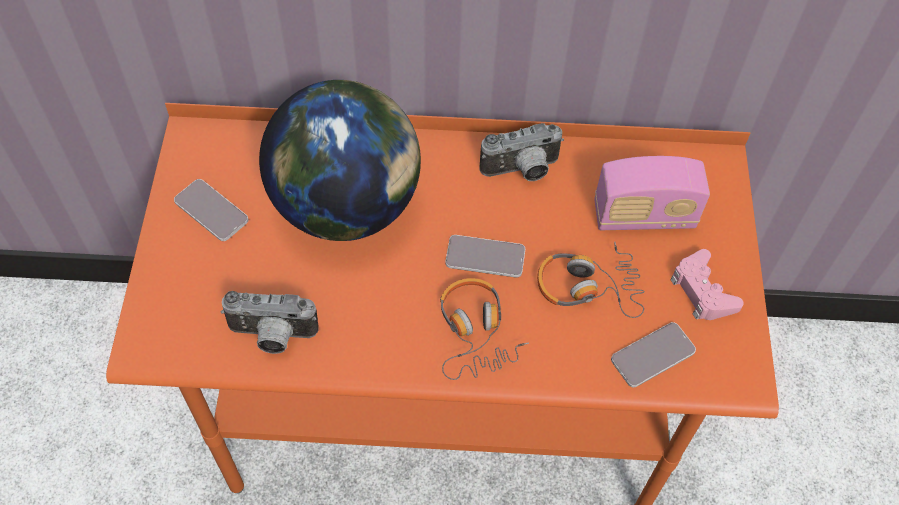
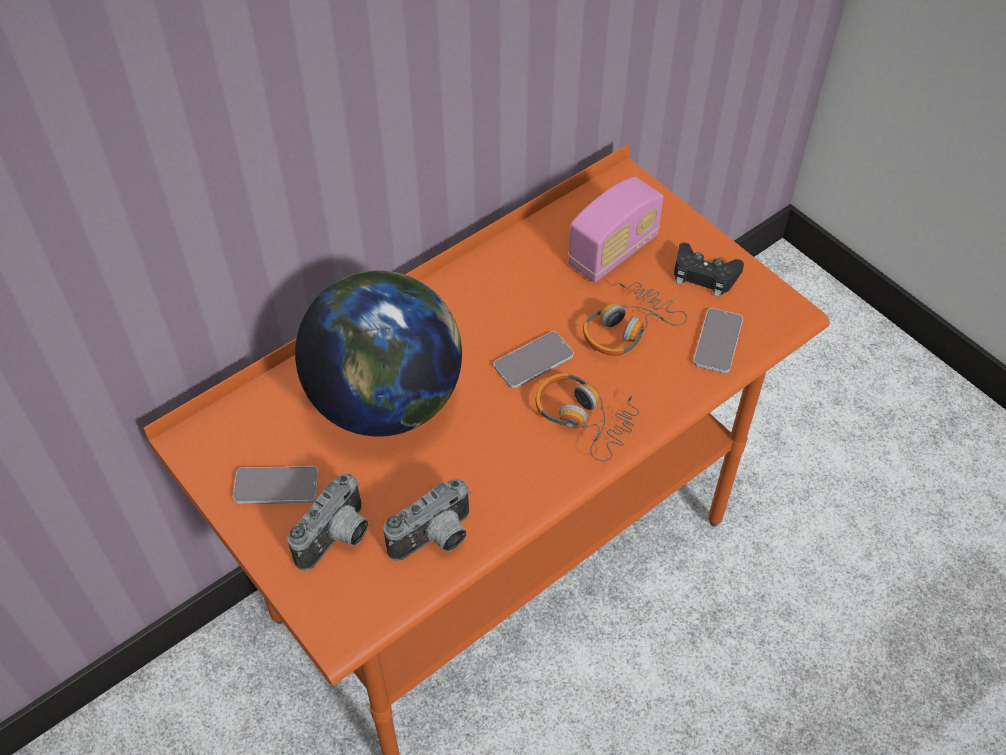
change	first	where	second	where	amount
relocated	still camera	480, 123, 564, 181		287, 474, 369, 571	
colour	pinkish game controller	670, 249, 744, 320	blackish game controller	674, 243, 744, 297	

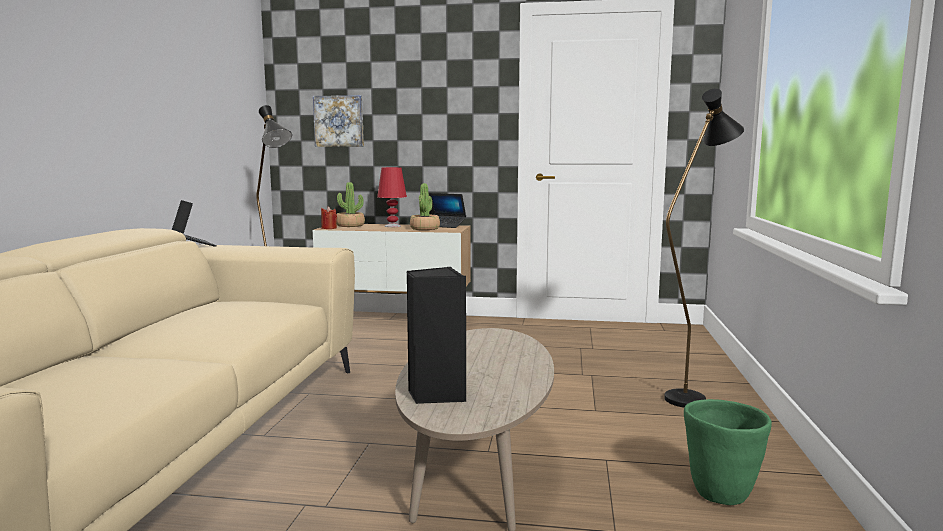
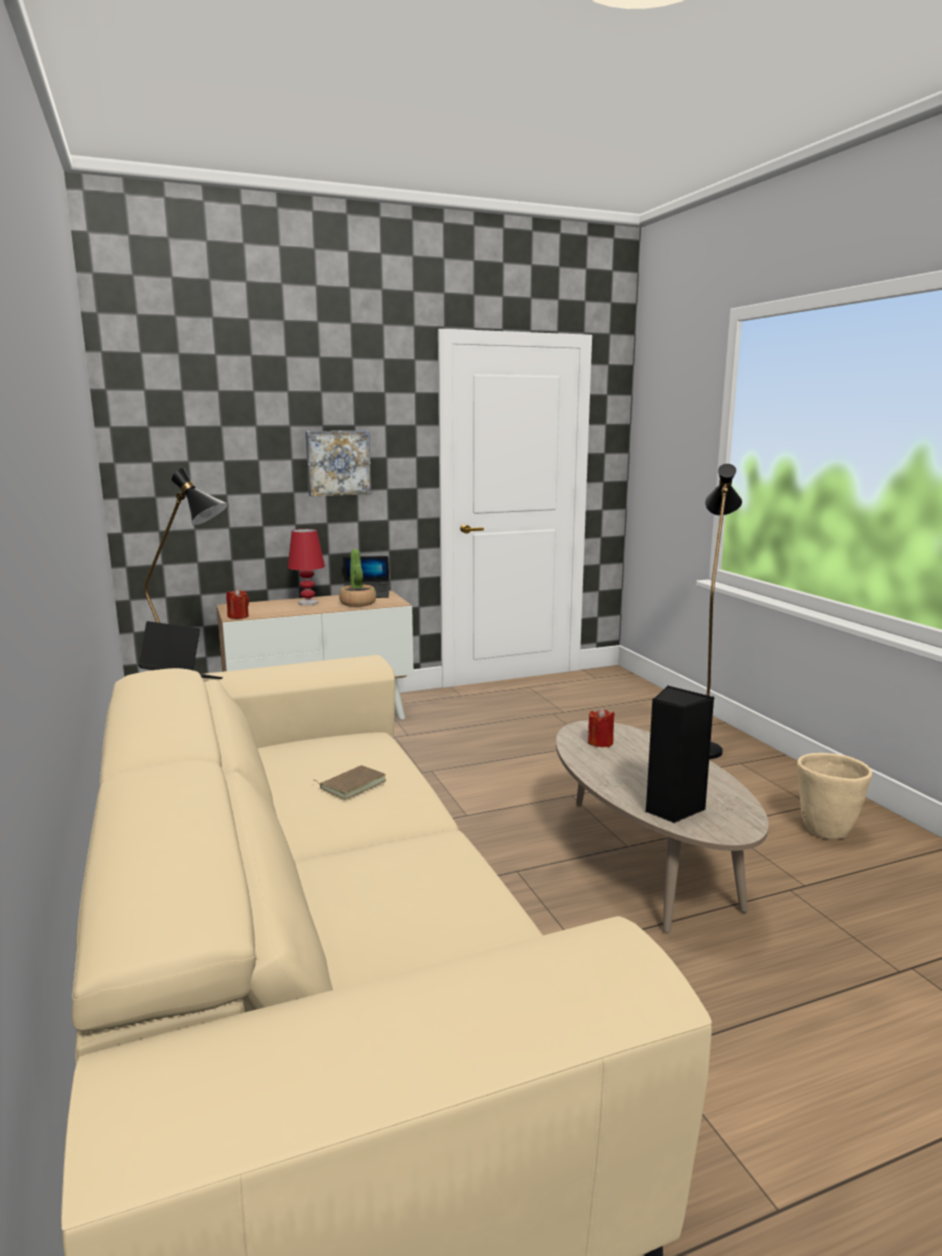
change	first	where	second	where	amount
missing	plant in a pot	336, 182, 365, 227			
appeared			brown-coloured bound book	315, 765, 386, 800	
appeared			reddish wax candle	588, 707, 615, 747	
relocated	wall picture	313, 95, 364, 147		305, 431, 371, 497	
colour	green flower pot	684, 399, 772, 505	sand-coloured flower pot	797, 753, 872, 839	

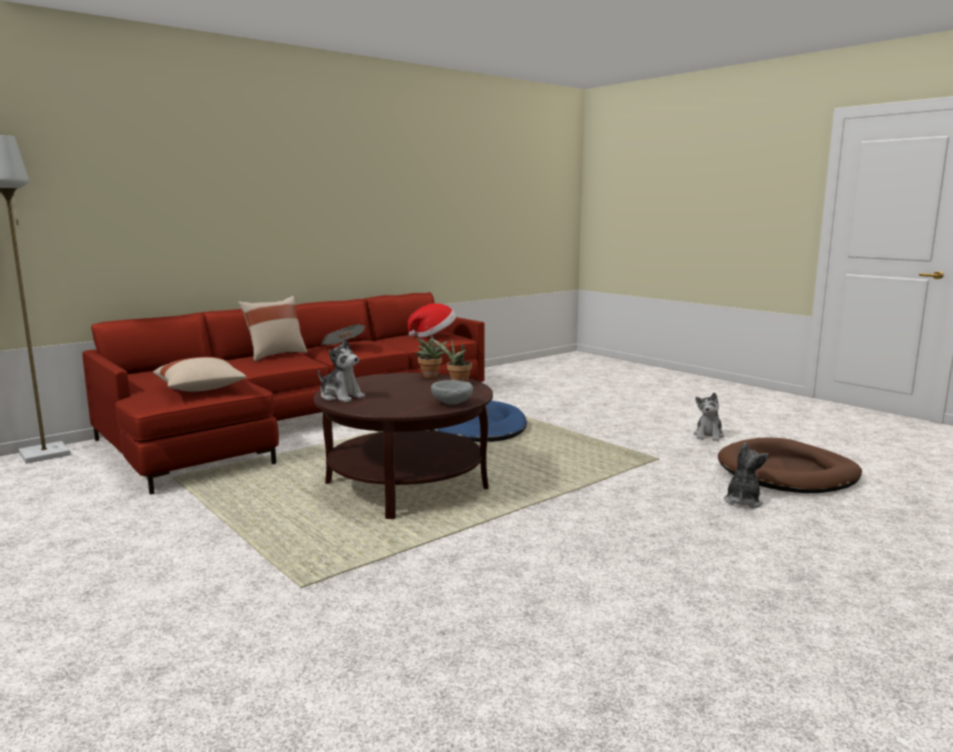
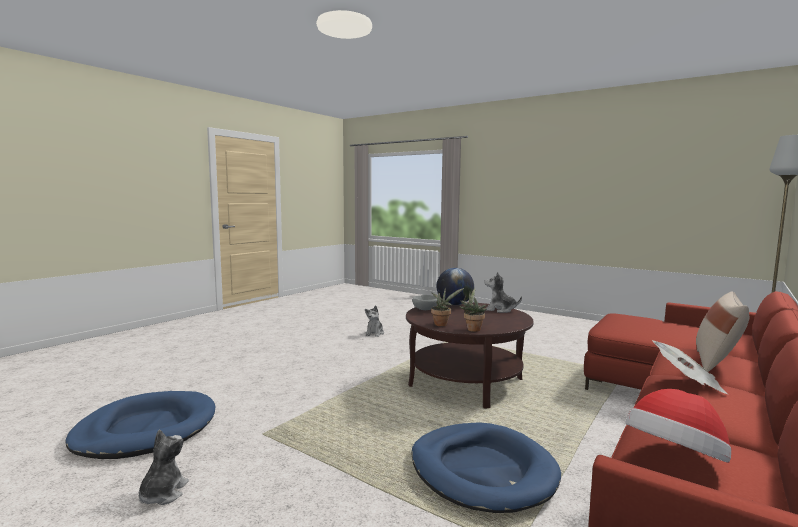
change	first	where	second	where	amount
missing	sand-coloured cushion	153, 357, 247, 392			
appeared			world globe	436, 268, 474, 305	
relocated	plush toy	723, 443, 769, 508		365, 305, 384, 337	
colour	brown-coloured pet bed	718, 437, 862, 493	blue pet bed	65, 391, 216, 459	

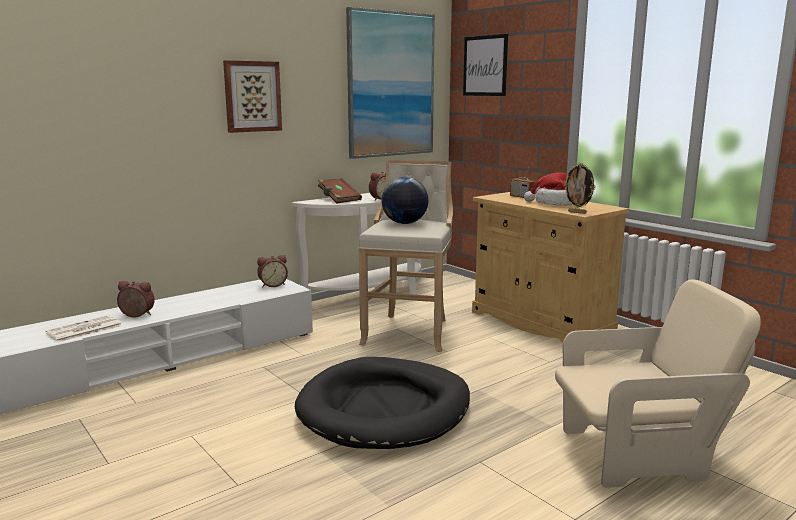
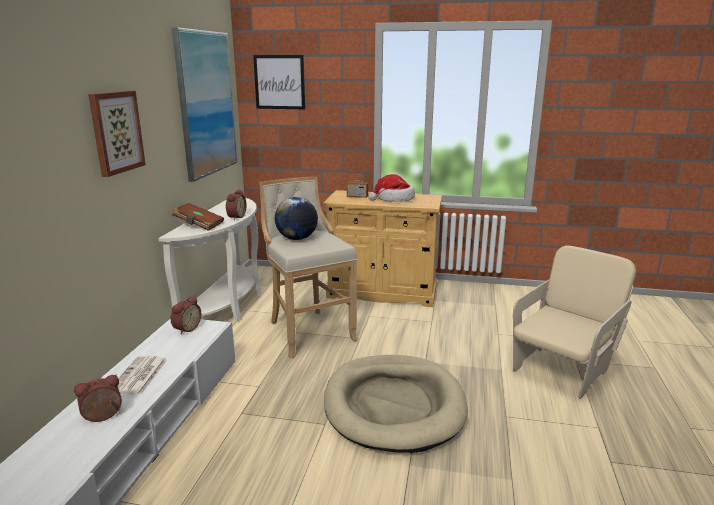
change	first	where	second	where	amount
missing	picture frame	563, 163, 596, 214			
relocated	daily paper	46, 315, 122, 343		118, 356, 167, 395	
colour	blackish pet bed	295, 357, 470, 449	sand-coloured pet bed	324, 355, 468, 453	

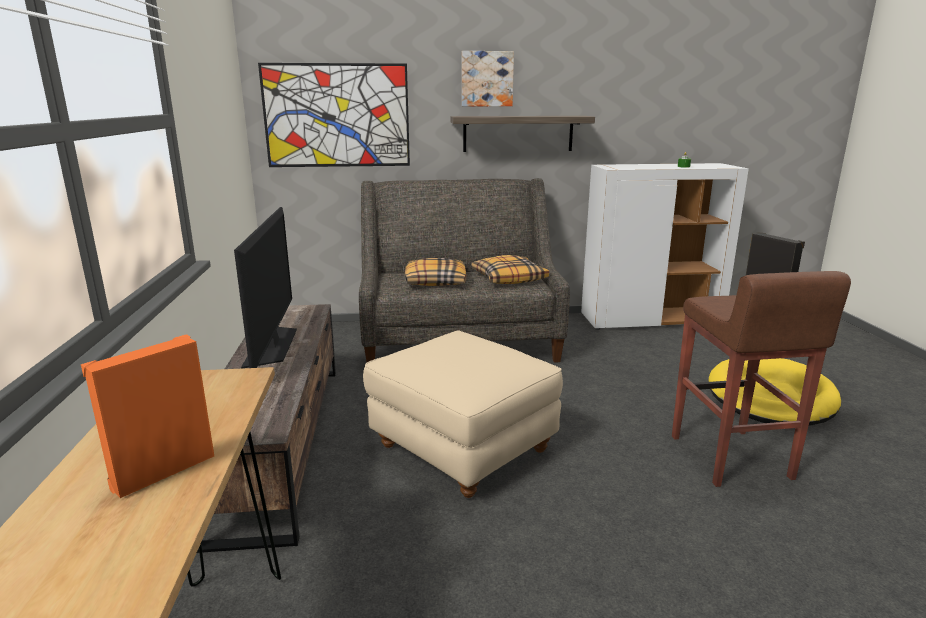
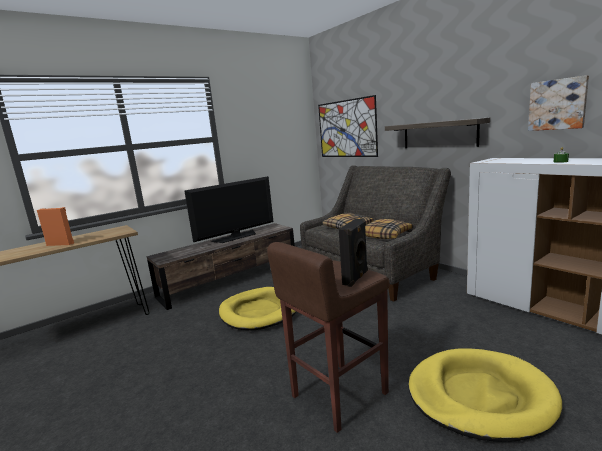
change	first	where	second	where	amount
relocated	wall picture	461, 51, 514, 106		528, 75, 589, 131	
exchanged	sand-coloured ottoman	363, 330, 563, 498	yellow pet bed	219, 287, 296, 330	

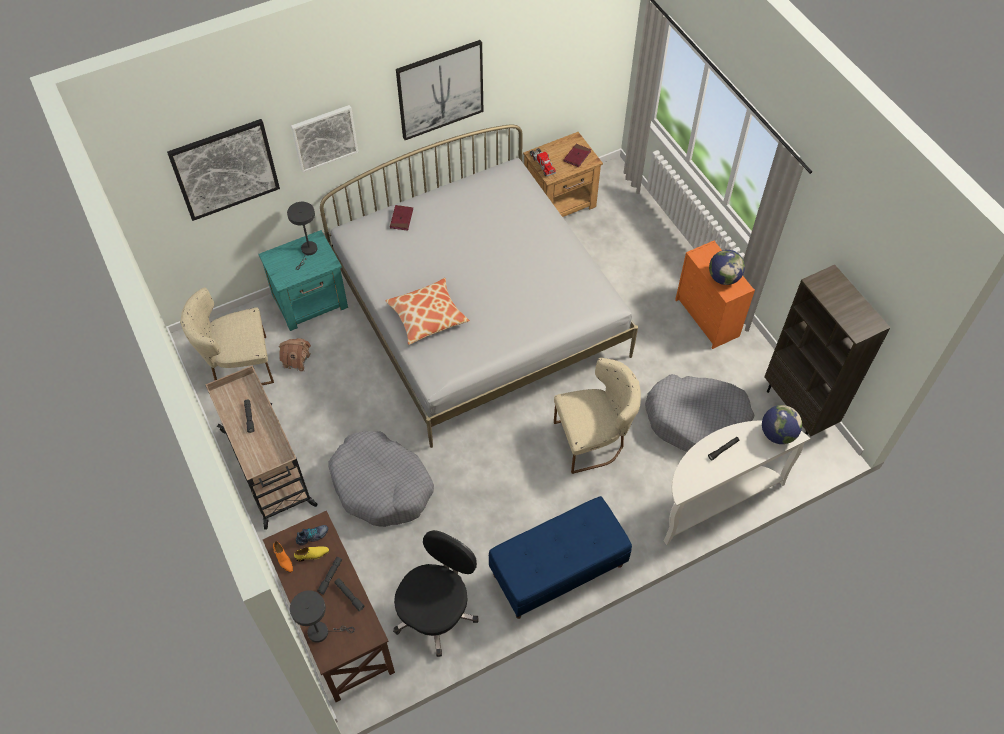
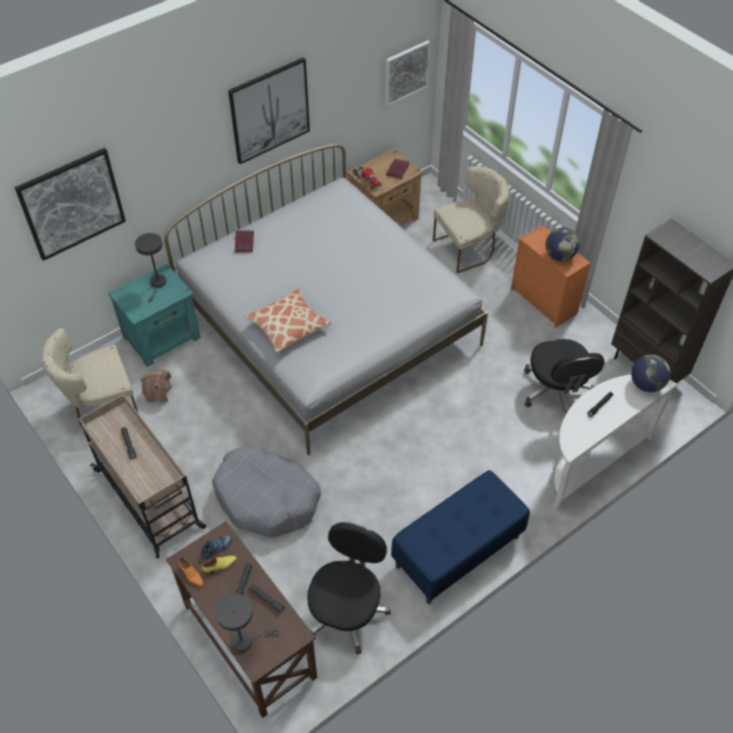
change	first	where	second	where	amount
relocated	wall picture	291, 105, 358, 173		385, 40, 431, 107	
relocated	sand-coloured upright chair	554, 358, 641, 474		433, 167, 510, 273	
exchanged	greyish pet bed	645, 374, 755, 452	blackish desk chair	524, 339, 605, 413	

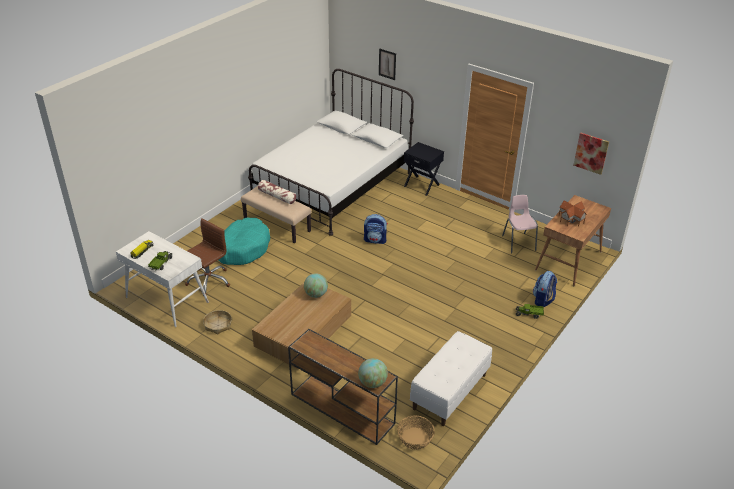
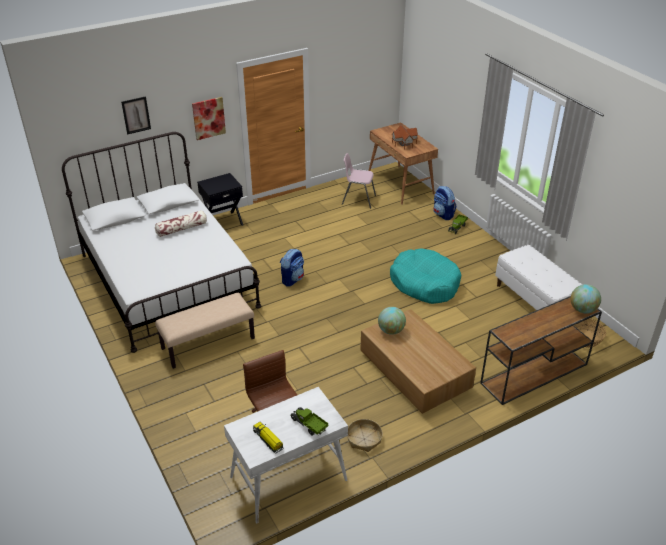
change	first	where	second	where	amount
relocated	turquoise-coloured pet bed	219, 217, 270, 265		390, 248, 461, 304	
relocated	cushion	258, 180, 296, 204		155, 210, 207, 237	
relocated	wall picture	573, 133, 609, 175		192, 97, 226, 140	

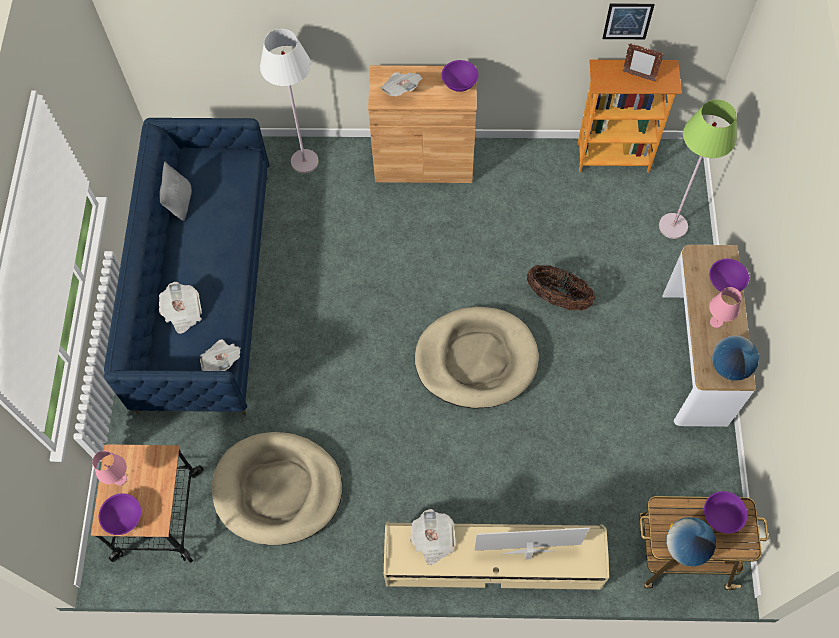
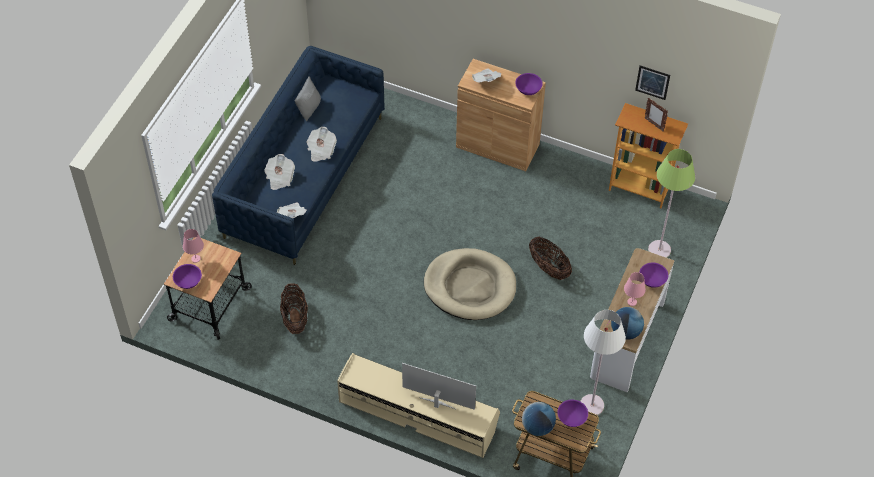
change	first	where	second	where	amount
relocated	white floor lamp	260, 29, 319, 174		580, 310, 626, 416	
relocated	daily paper	410, 509, 455, 565		307, 127, 337, 162	
exchanged	sand-coloured pet bed	212, 432, 342, 545	storage basket	280, 283, 308, 334	

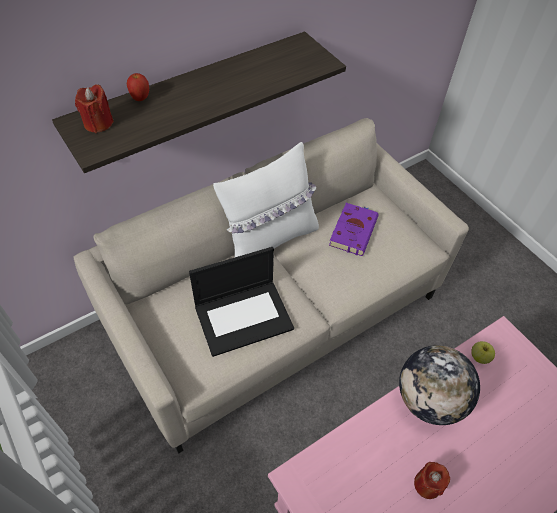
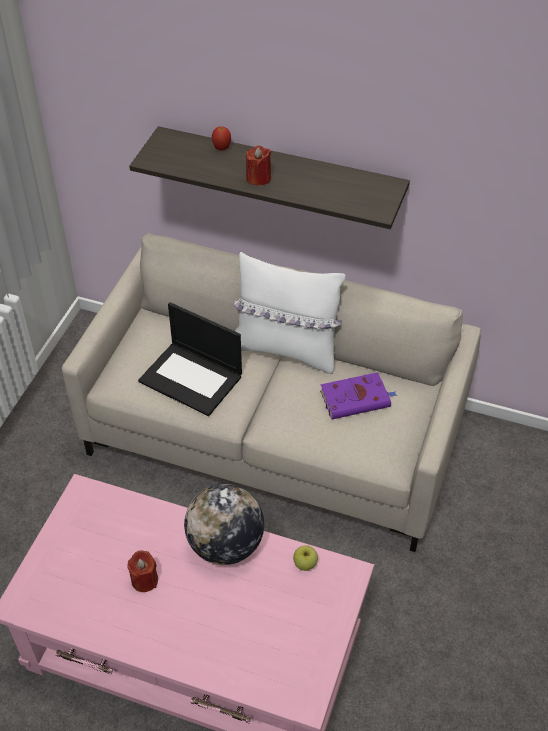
change	first	where	second	where	amount
relocated	reddish wax candle	75, 84, 114, 133		246, 145, 271, 186	

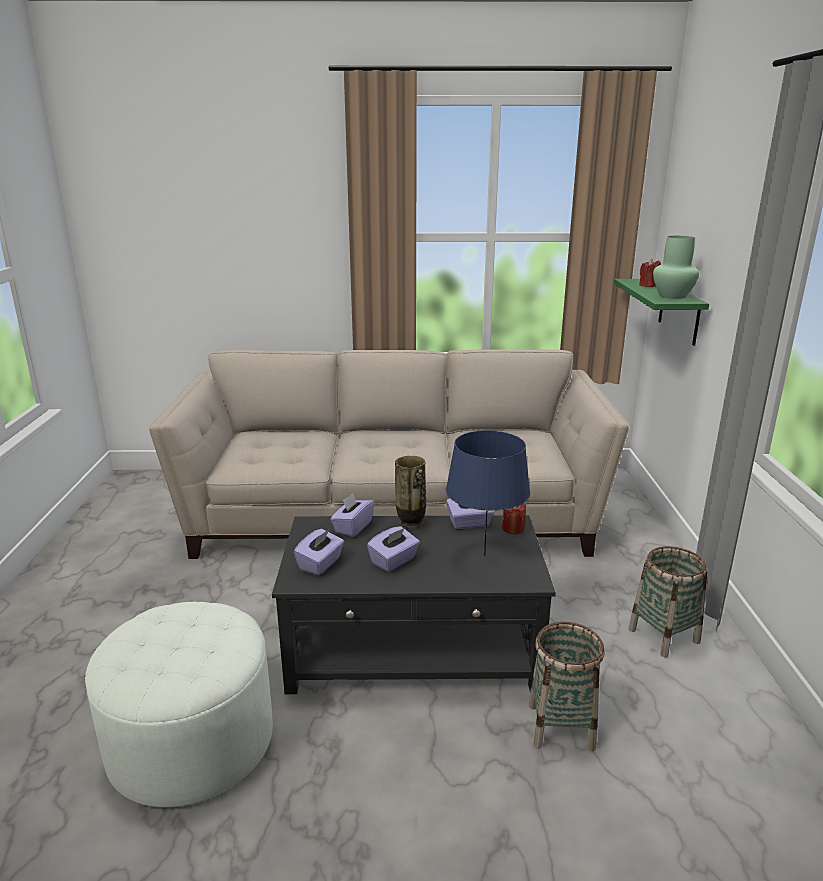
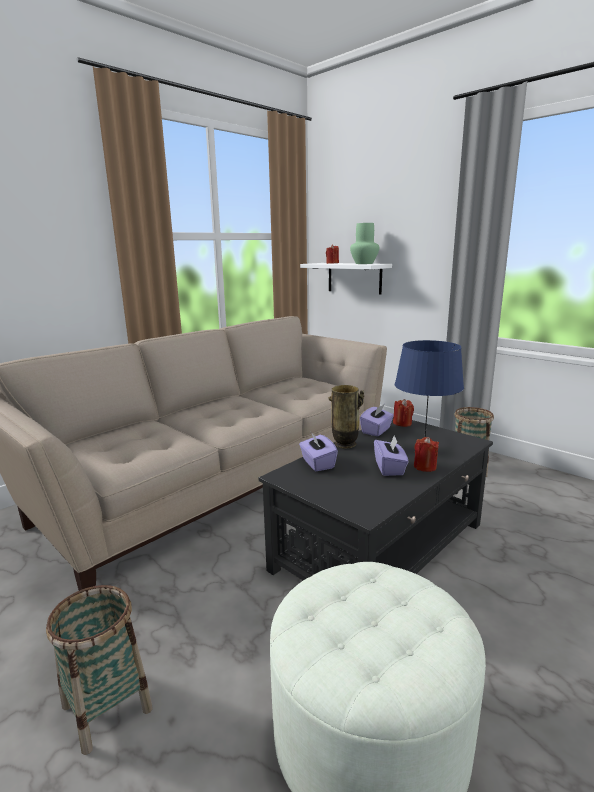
change	first	where	second	where	amount
missing	purple tissue box	294, 529, 344, 575			
appeared			reddish wax candle	414, 437, 439, 472	
relocated	storage basket	529, 622, 605, 751		46, 585, 153, 755	
colour	green shelf	613, 279, 709, 346	white shelf	300, 263, 392, 295	

